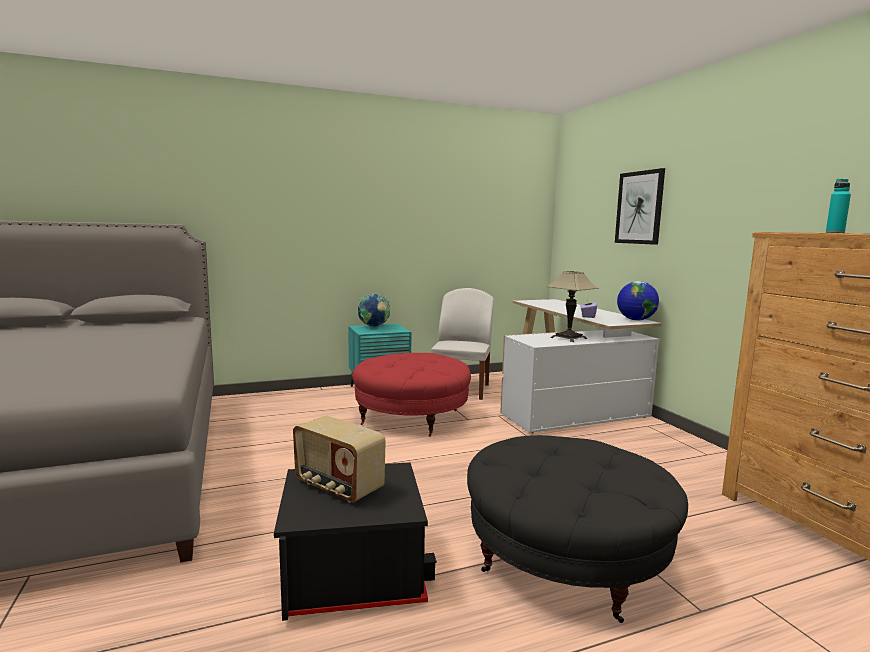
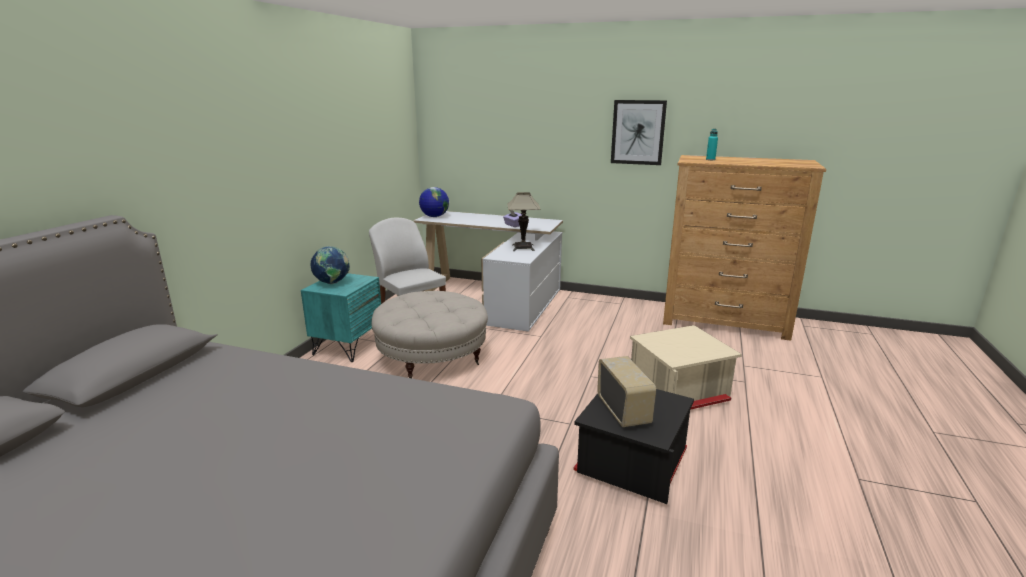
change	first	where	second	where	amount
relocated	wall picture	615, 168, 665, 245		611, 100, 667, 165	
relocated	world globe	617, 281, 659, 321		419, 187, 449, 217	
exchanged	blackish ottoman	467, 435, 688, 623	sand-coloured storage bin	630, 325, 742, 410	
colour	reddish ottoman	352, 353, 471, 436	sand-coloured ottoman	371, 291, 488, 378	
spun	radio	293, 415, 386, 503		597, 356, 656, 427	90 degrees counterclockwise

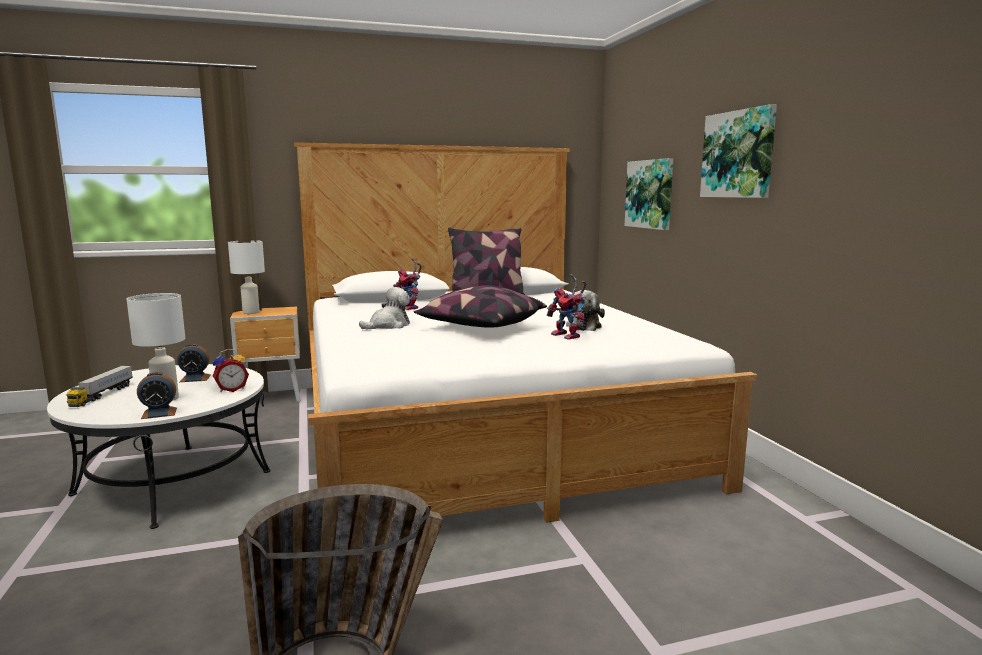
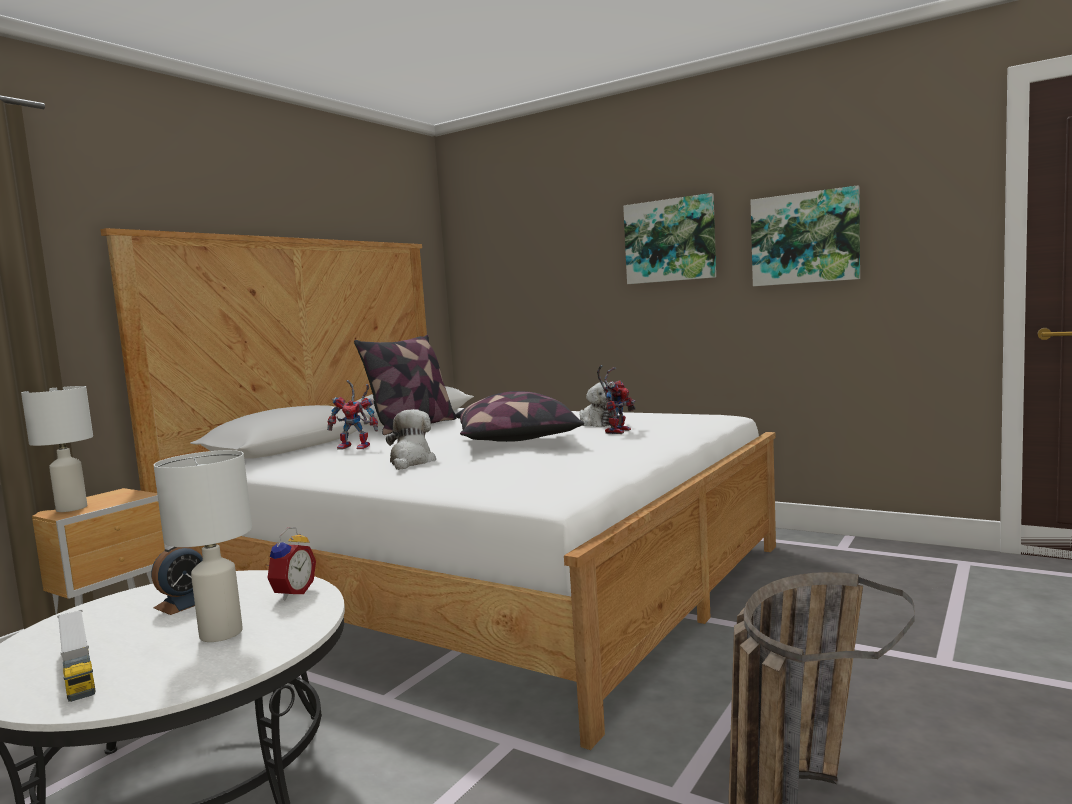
change	first	where	second	where	amount
missing	bedside clock	137, 372, 177, 419			
relocated	wall picture	625, 158, 673, 230		750, 185, 860, 286	
spun	toy robot	547, 274, 587, 340		597, 365, 636, 434	75 degrees counterclockwise

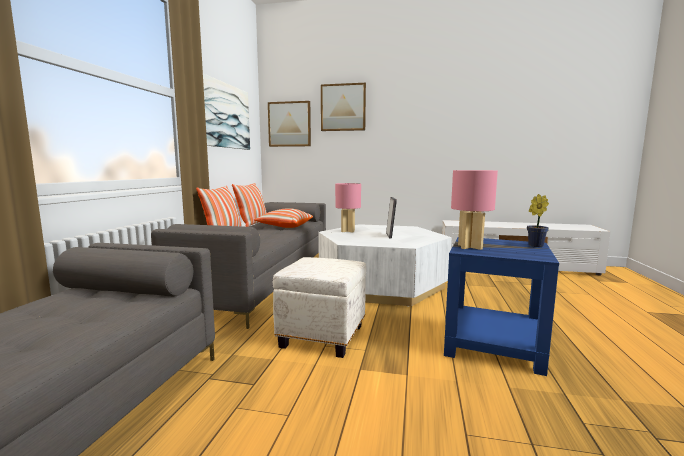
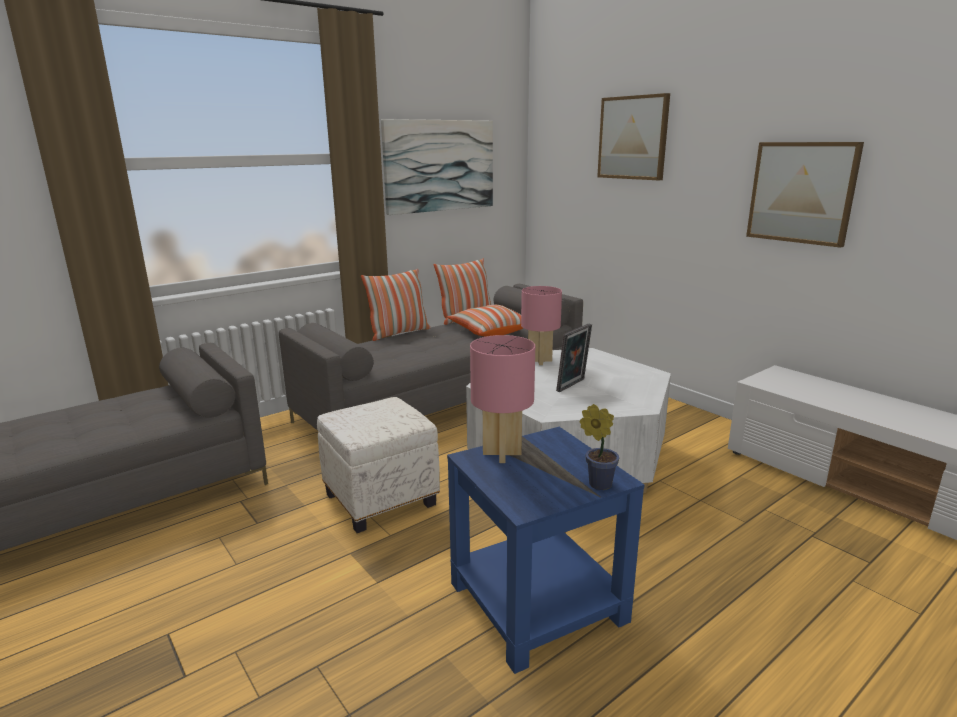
change	first	where	second	where	amount
relocated	wall picture	268, 101, 311, 147		746, 142, 864, 248	

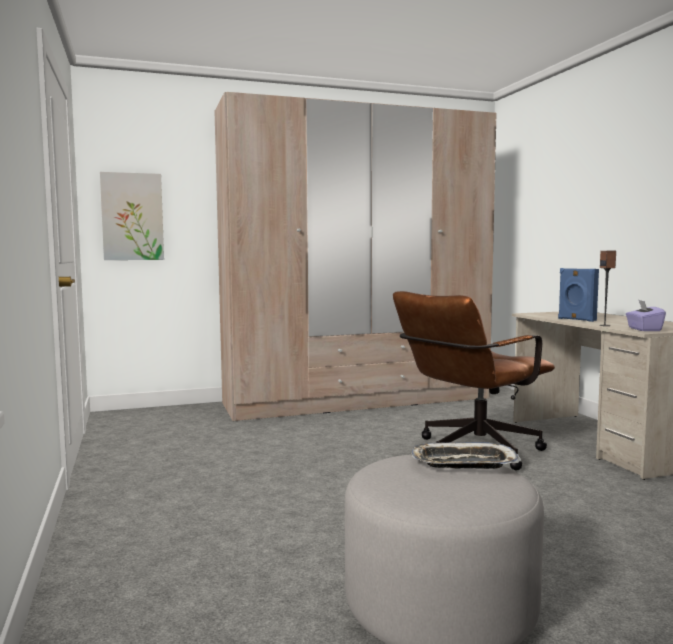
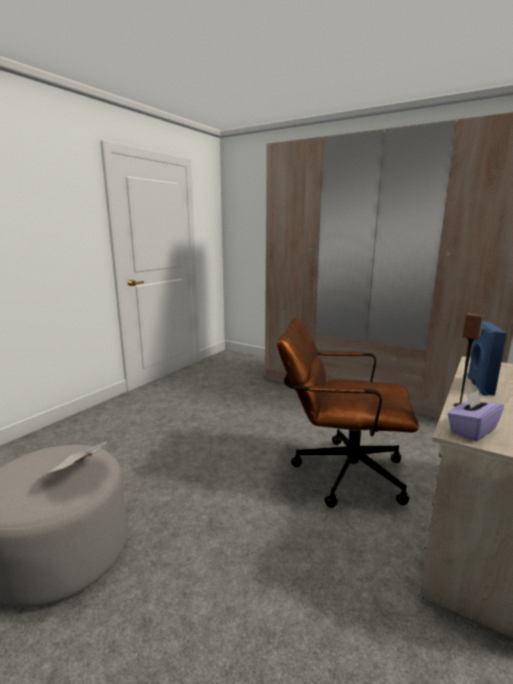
change	first	where	second	where	amount
missing	wall picture	100, 172, 164, 260			
exchanged	serving tray	411, 442, 521, 469	daily paper	43, 439, 112, 475	

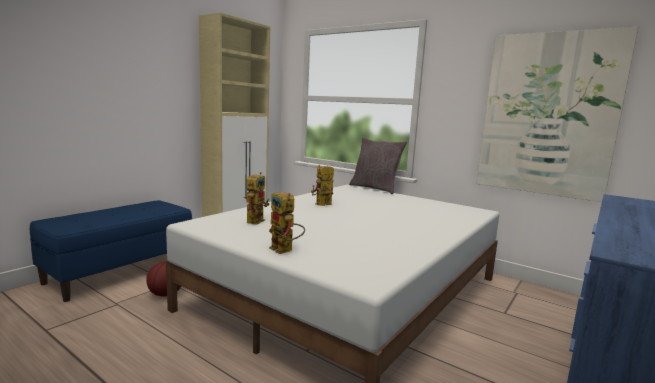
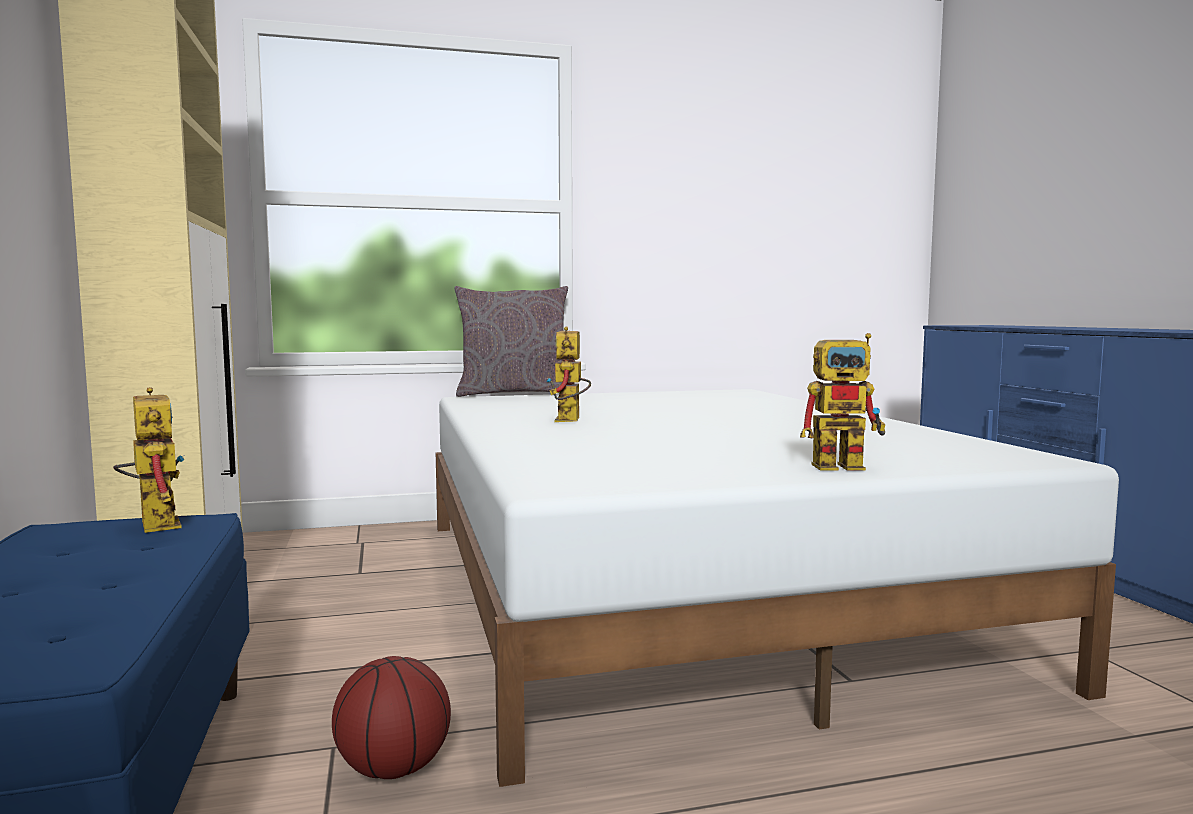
change	first	where	second	where	amount
missing	wall picture	476, 27, 638, 202			
relocated	toy robot	247, 172, 270, 225		113, 387, 184, 533	

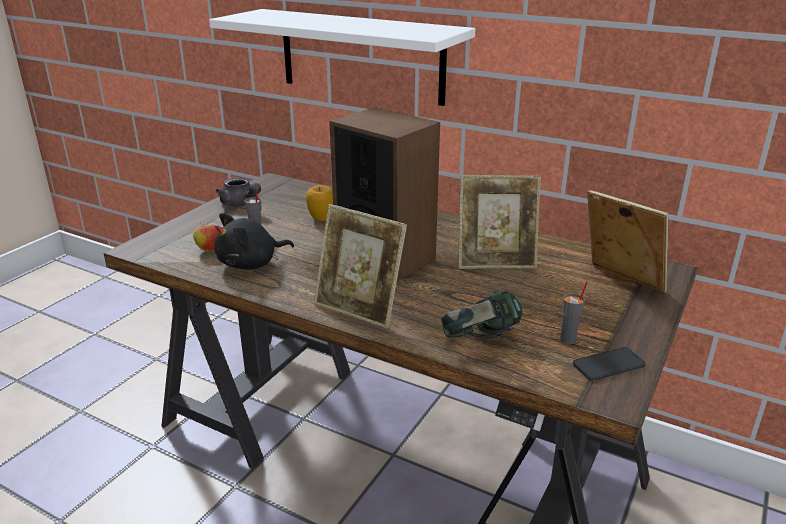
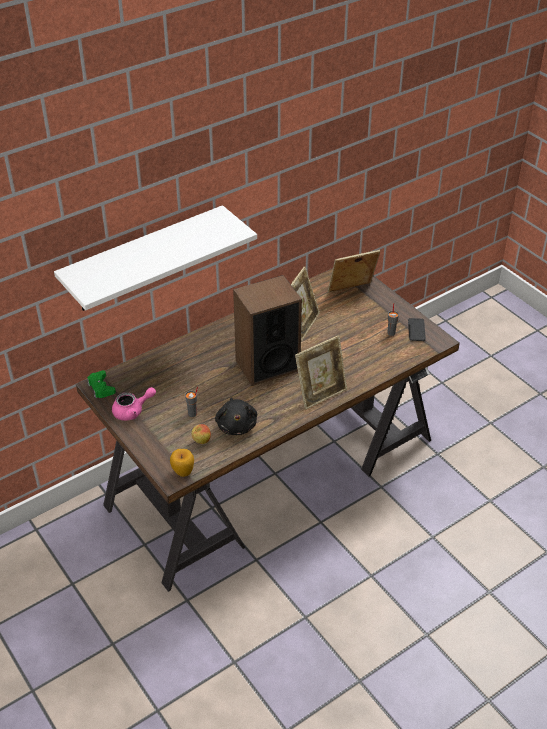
change	first	where	second	where	amount
missing	headset	441, 291, 522, 338			
appeared			green game controller	87, 370, 116, 398	
relocated	whole apple	306, 185, 333, 221		170, 449, 194, 477	
colour	greyish teapot	216, 177, 261, 207	pinkish teapot	112, 387, 156, 421	

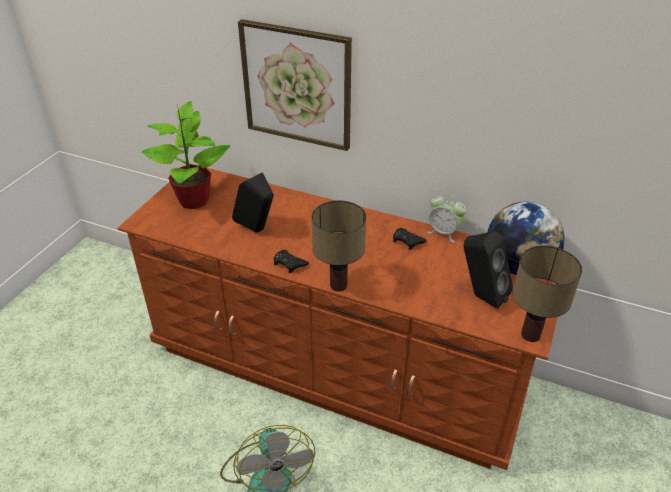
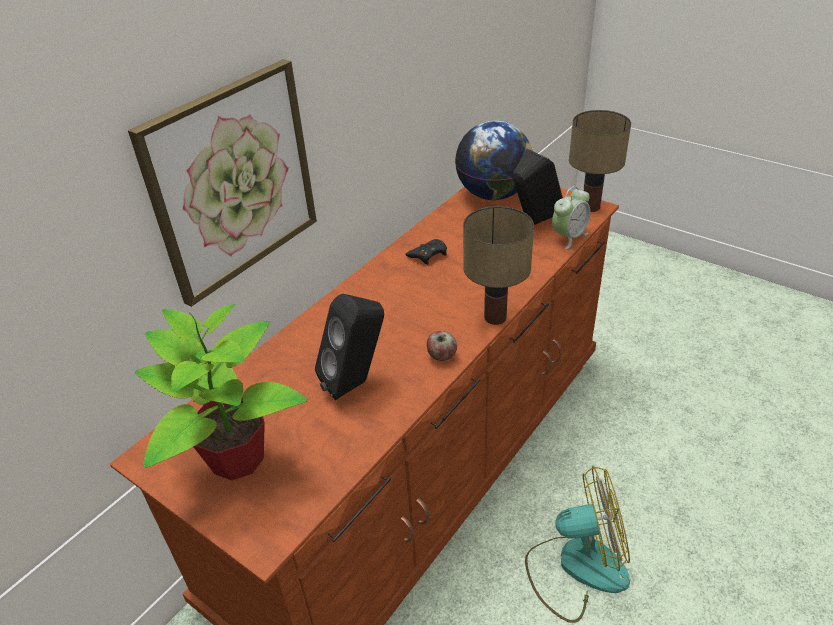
change	first	where	second	where	amount
relocated	bedside clock	427, 194, 466, 243		552, 186, 590, 249	
exchanged	blackish game controller	273, 250, 309, 273	whole apple	427, 331, 457, 361	

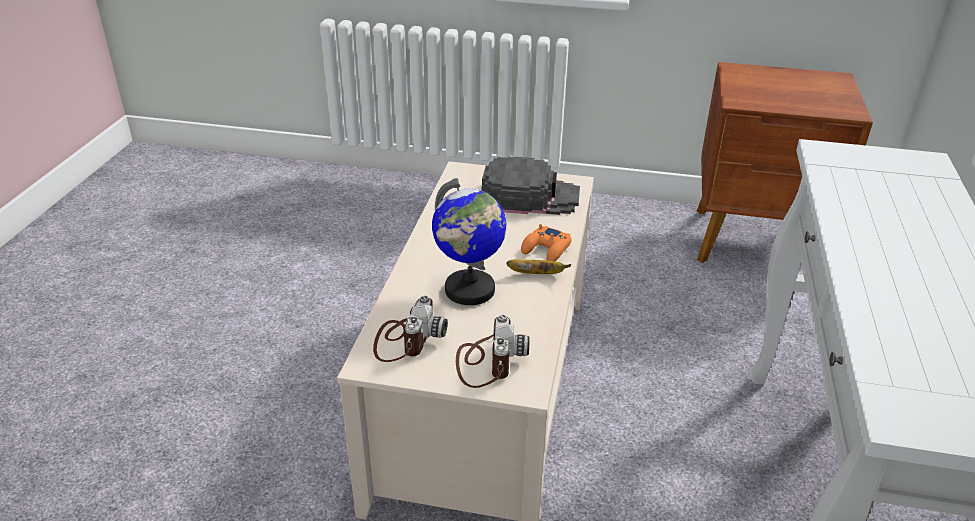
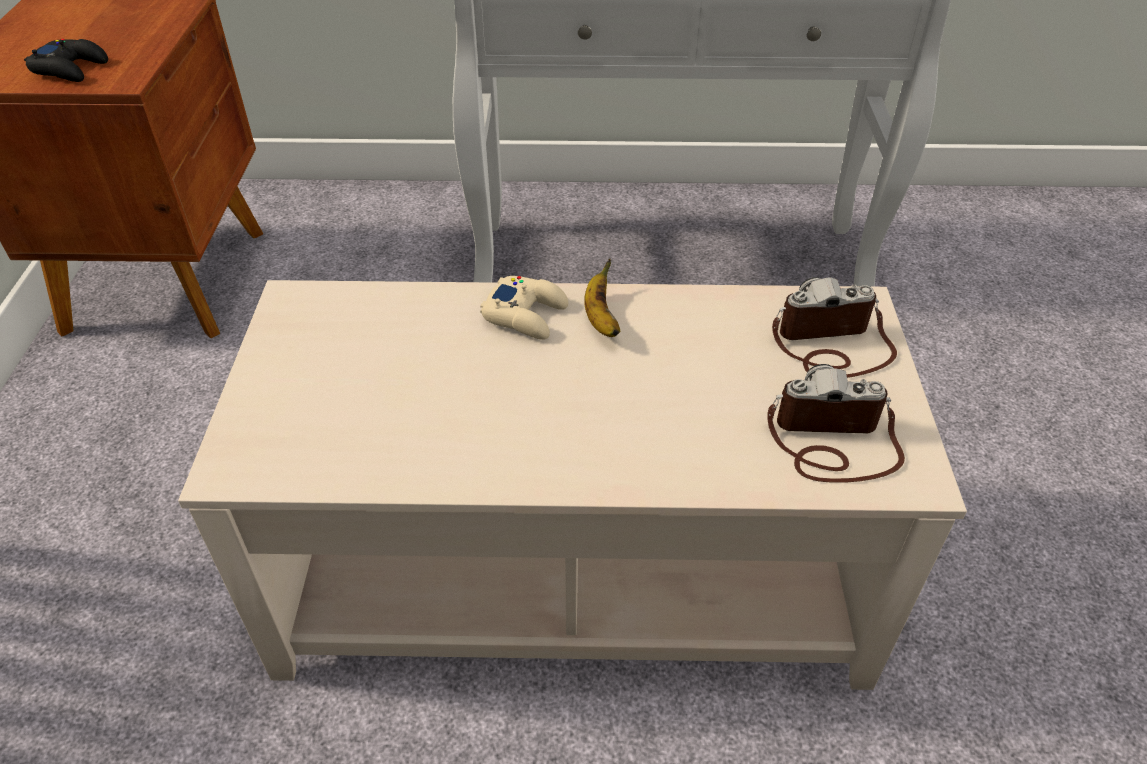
change	first	where	second	where	amount
missing	world globe	432, 178, 506, 305			
missing	blackish baseball cap	482, 156, 580, 215			
appeared			blackish game controller	24, 39, 108, 82	
colour	orange-coloured game controller	521, 224, 572, 261	sand-coloured game controller	480, 276, 568, 340	

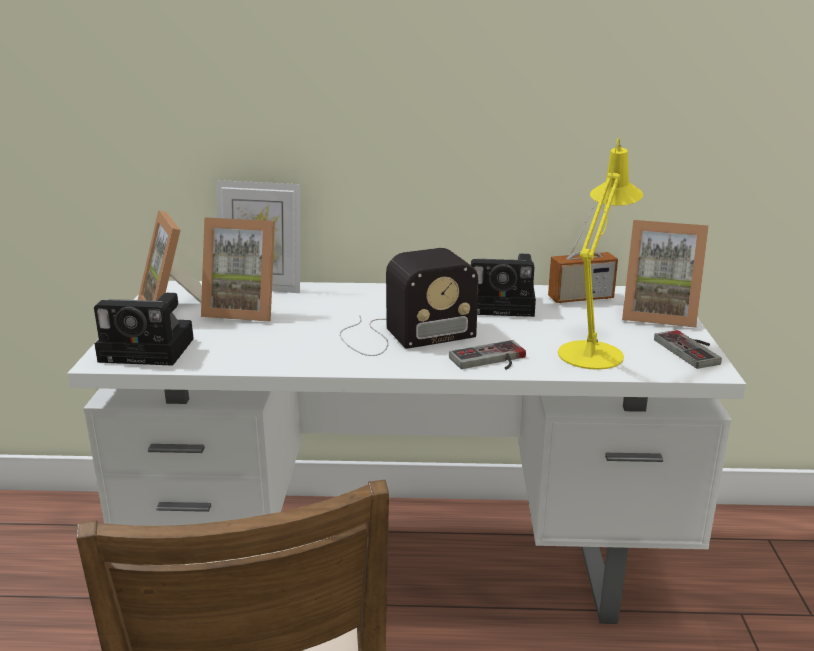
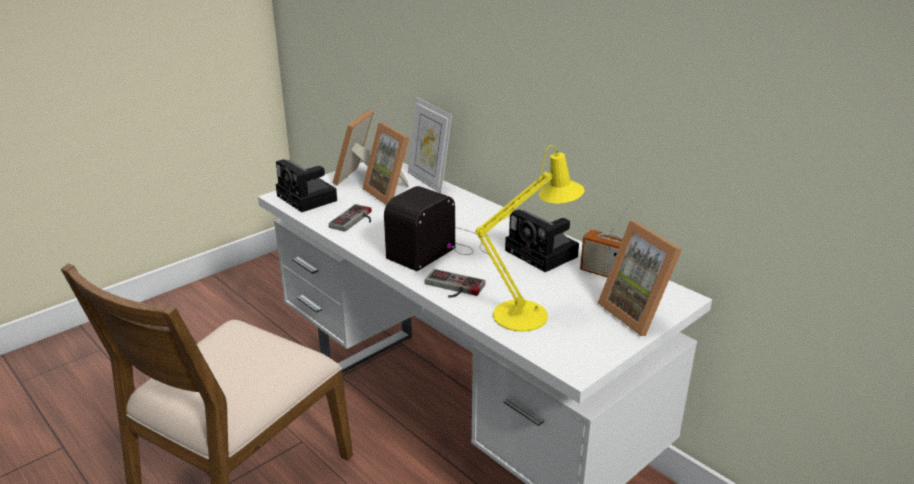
change	first	where	second	where	amount
relocated	game controller	654, 330, 722, 369		329, 204, 371, 232	
spun	radio	340, 248, 478, 356		384, 186, 488, 271	105 degrees clockwise

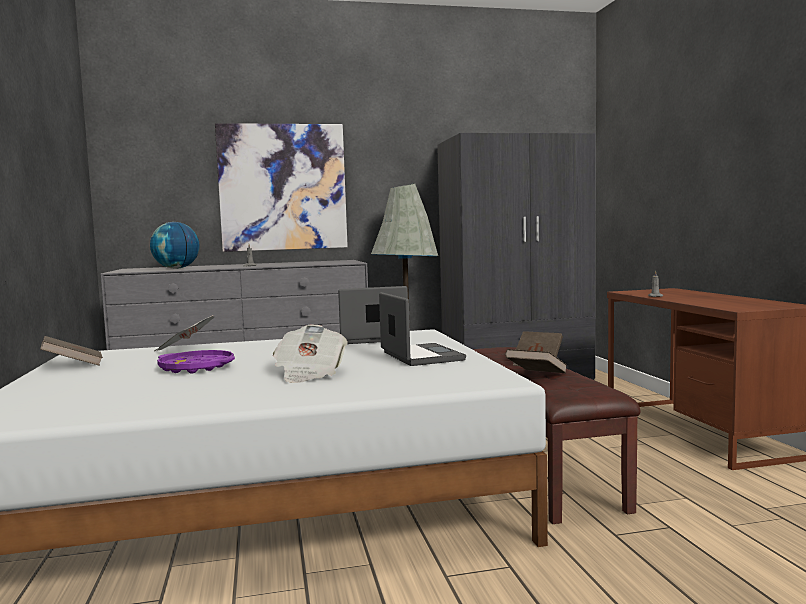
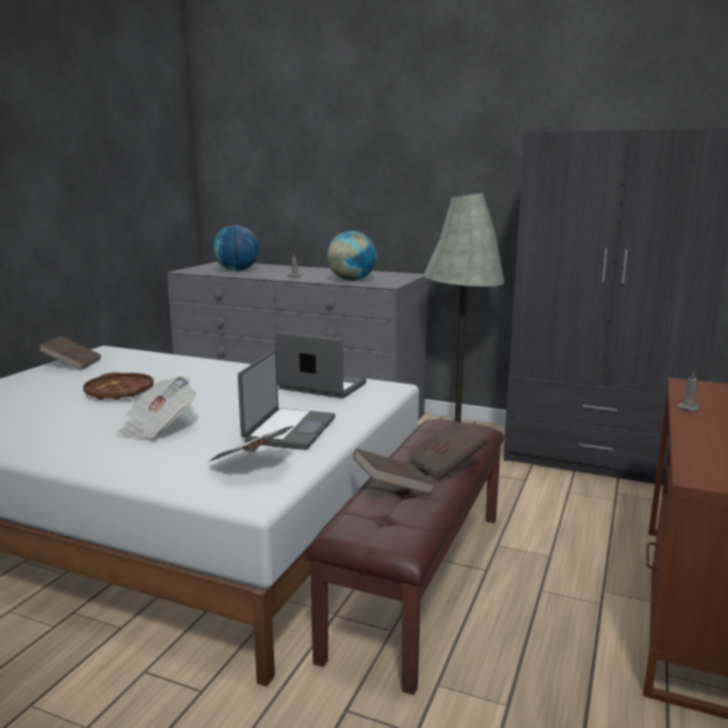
change	first	where	second	where	amount
missing	wall picture	215, 123, 348, 252			
appeared			world globe	327, 231, 377, 281	
relocated	daily paper	154, 315, 214, 351		208, 426, 294, 462	
colour	purple serving tray	157, 350, 235, 374	brown-coloured serving tray	83, 372, 154, 400	

